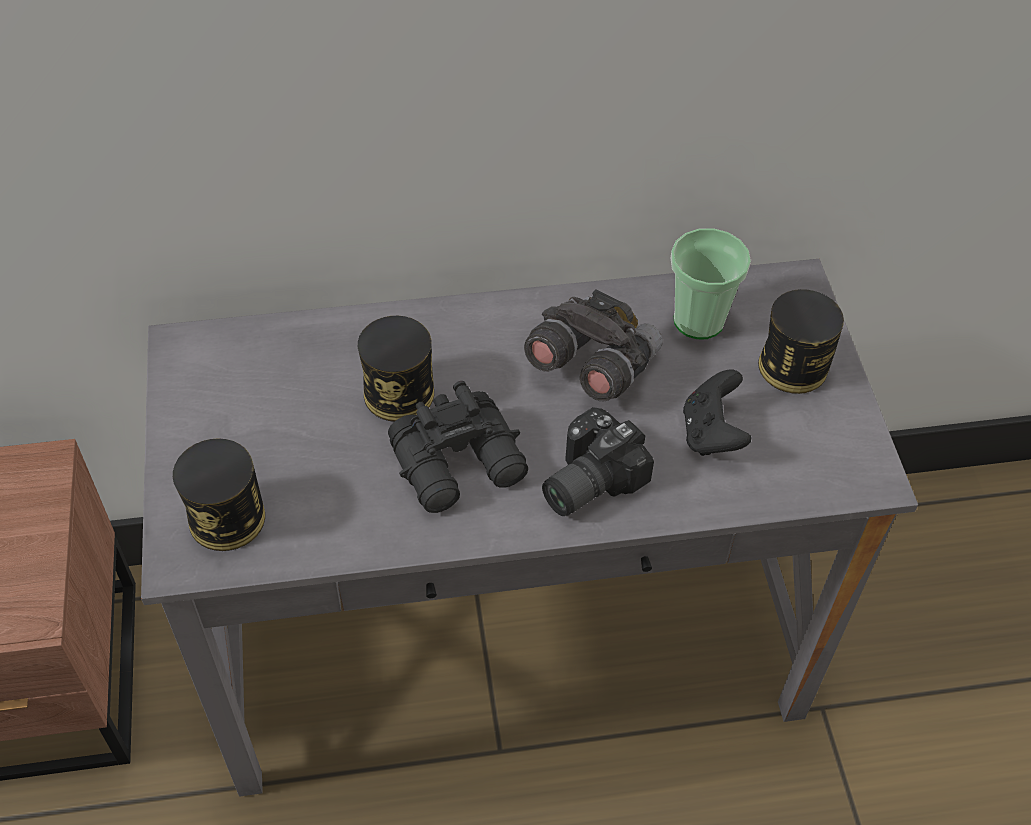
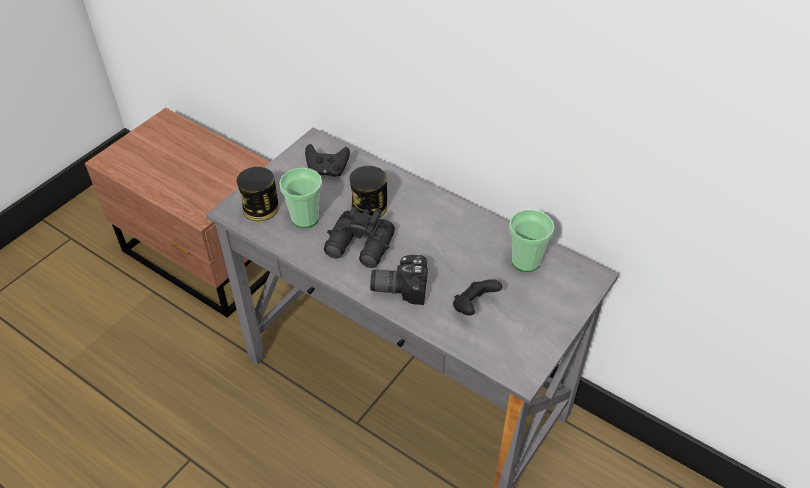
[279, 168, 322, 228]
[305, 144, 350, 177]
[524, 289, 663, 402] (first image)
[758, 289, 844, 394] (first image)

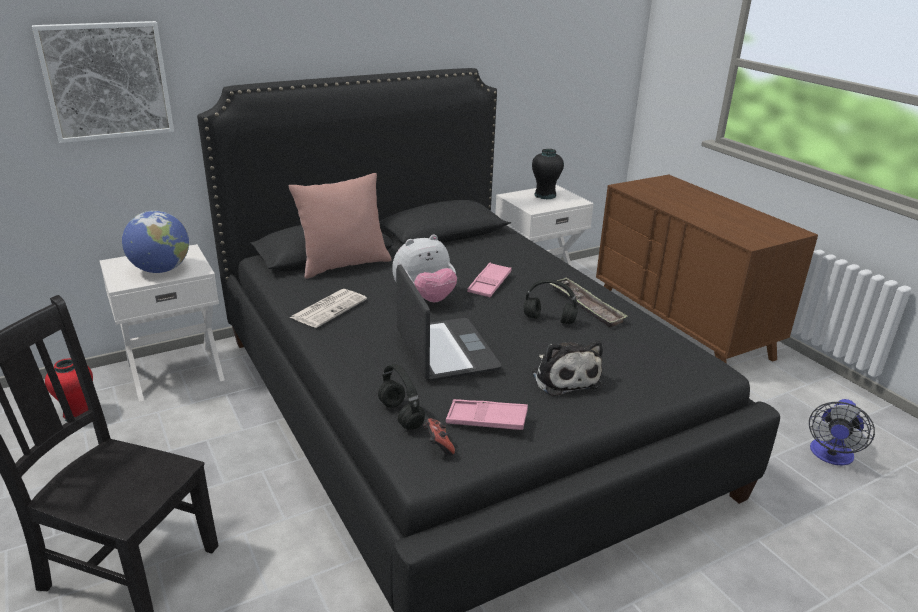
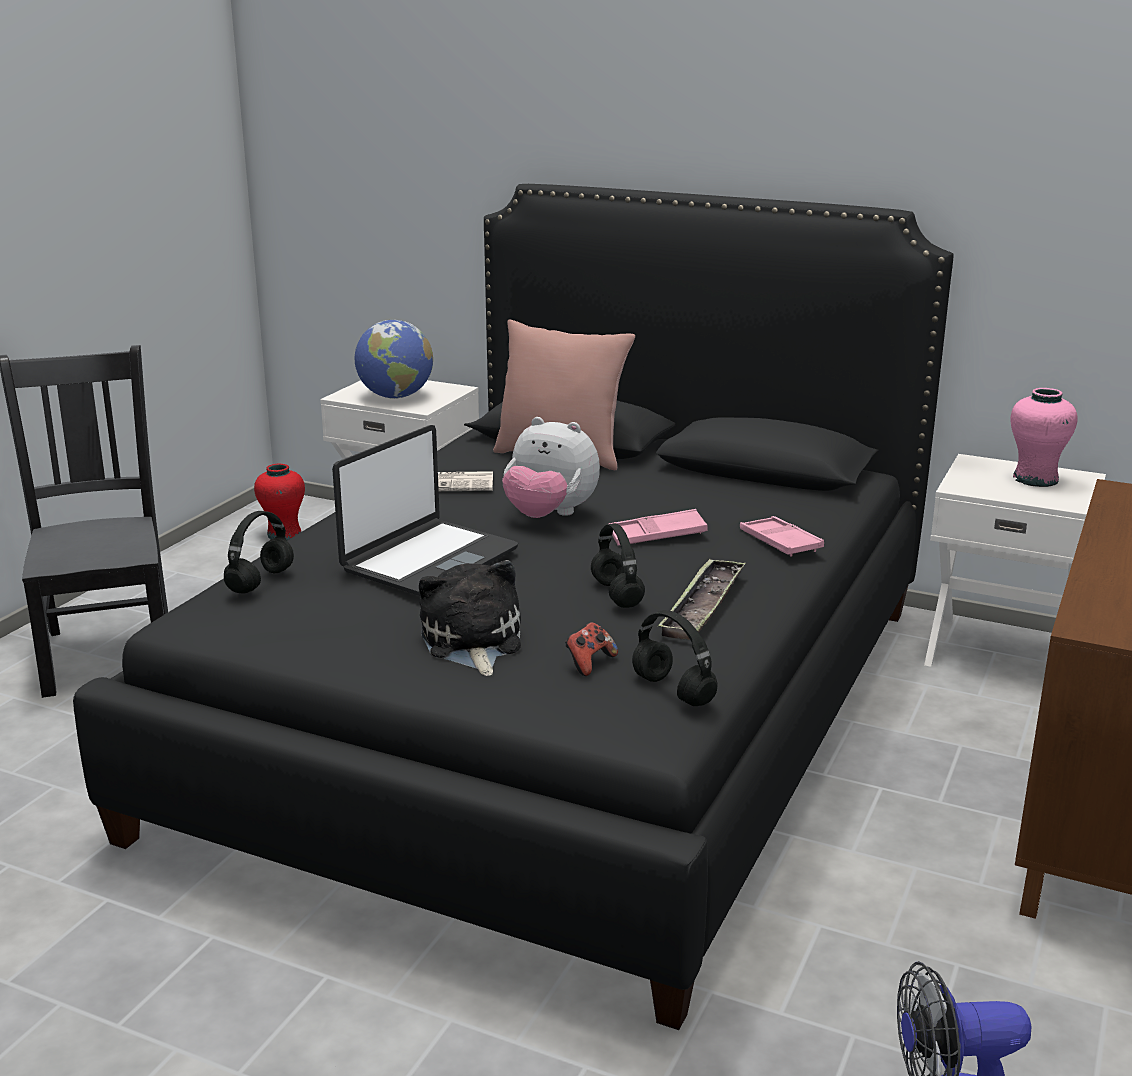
[419, 560, 521, 676]
[565, 622, 618, 676]
[632, 610, 718, 706]
[740, 516, 824, 556]
[1011, 388, 1078, 487]
[32, 21, 174, 143] (first image)

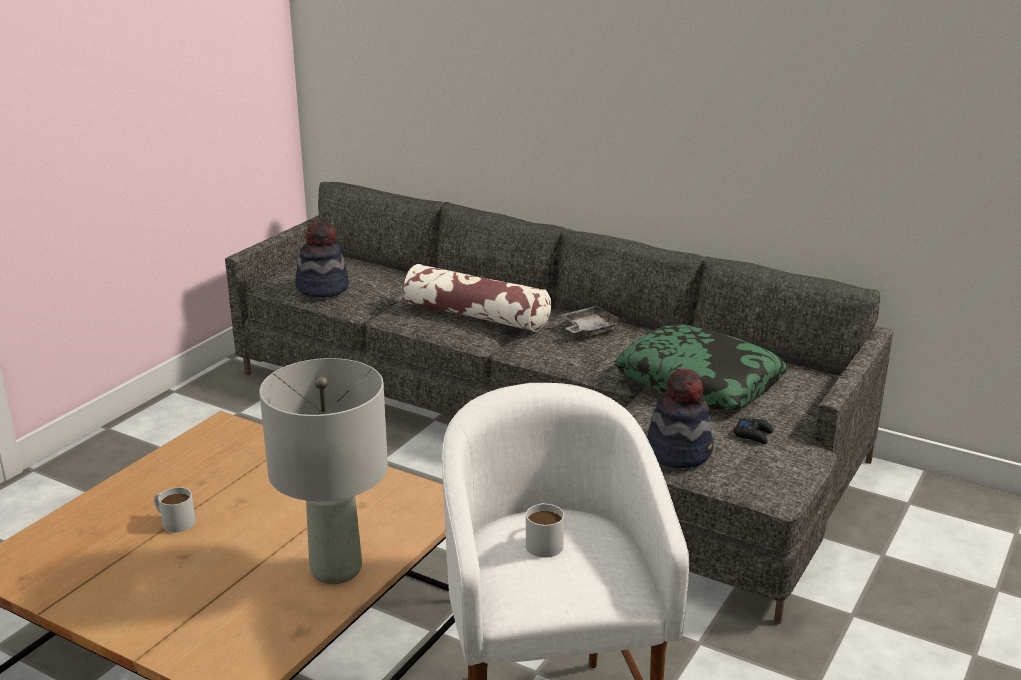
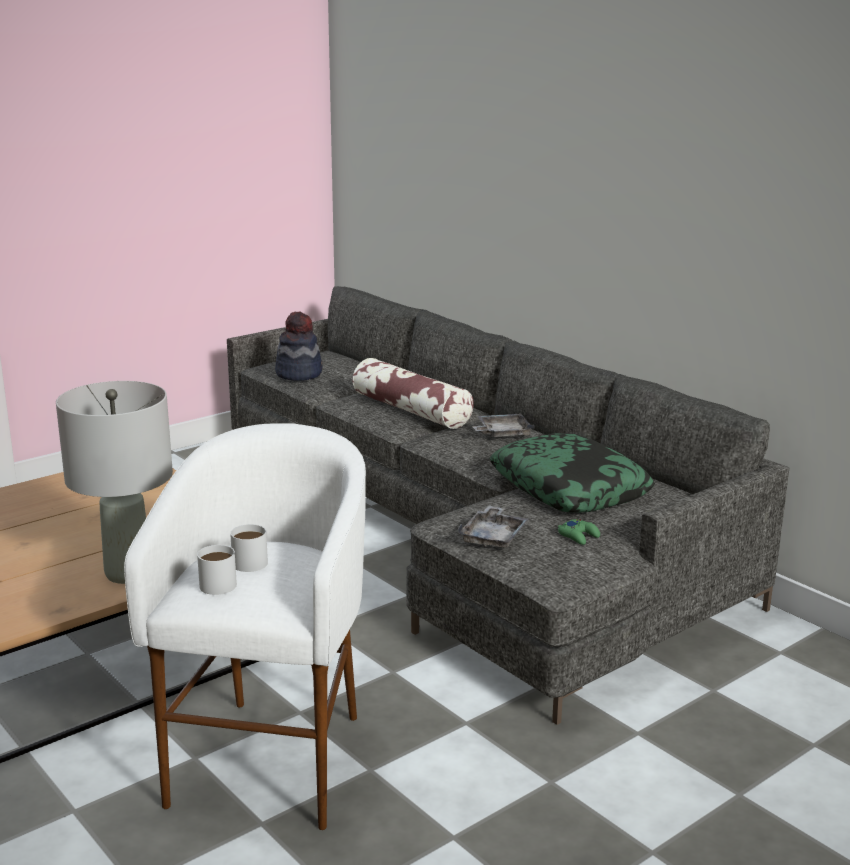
[197, 545, 237, 595]
[458, 505, 528, 548]
[558, 519, 600, 545]

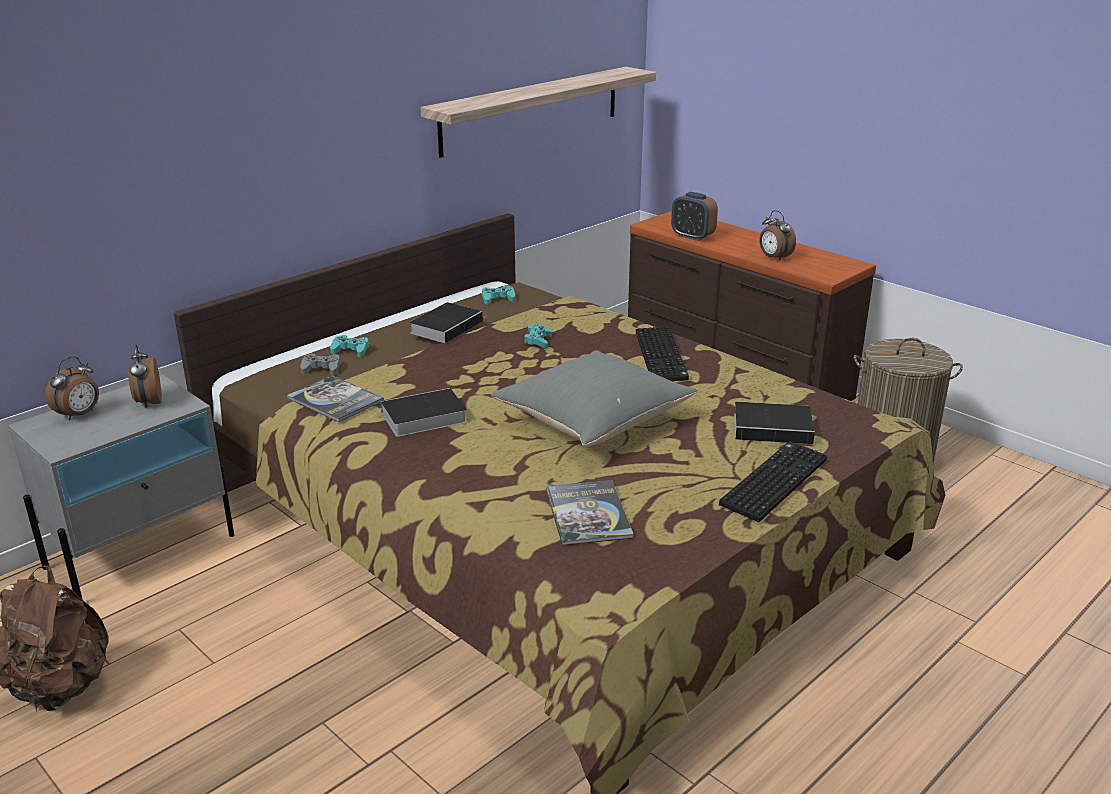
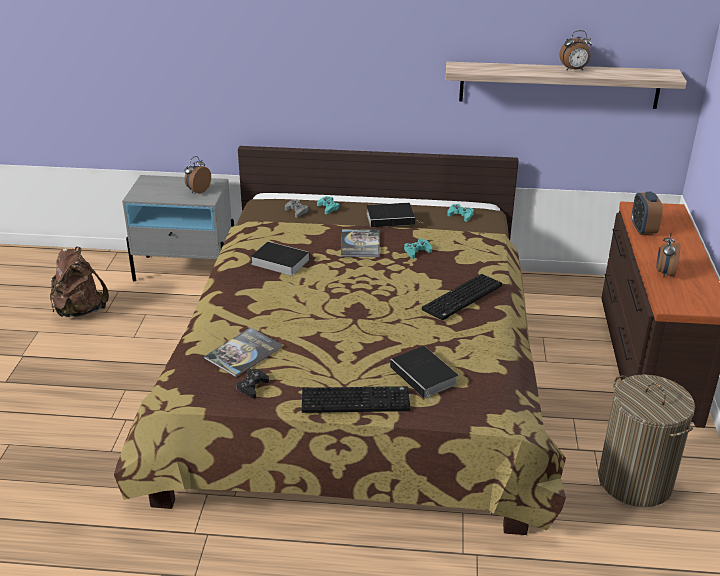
[236, 369, 269, 398]
[341, 229, 380, 257]
[559, 30, 592, 70]
[491, 350, 698, 447] (first image)

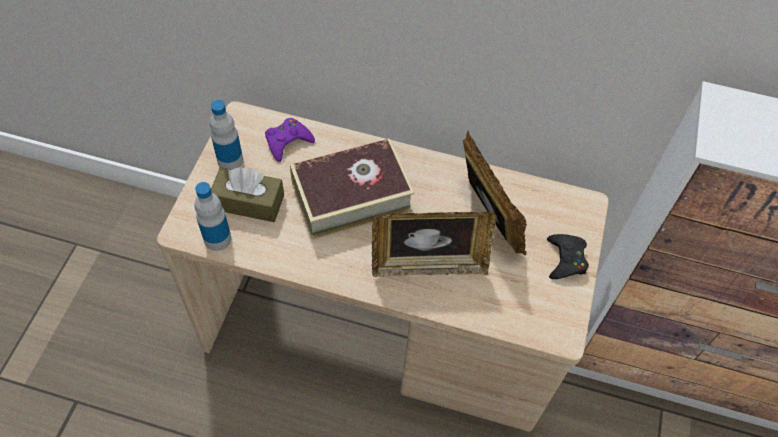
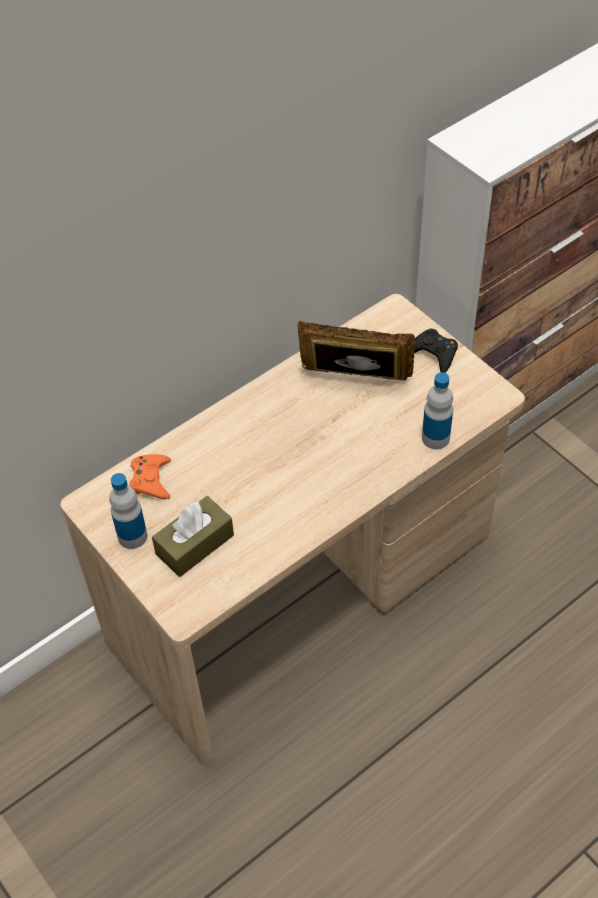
[130, 454, 171, 499]
[422, 372, 453, 449]
[290, 138, 414, 240] (first image)
[372, 212, 497, 277] (first image)

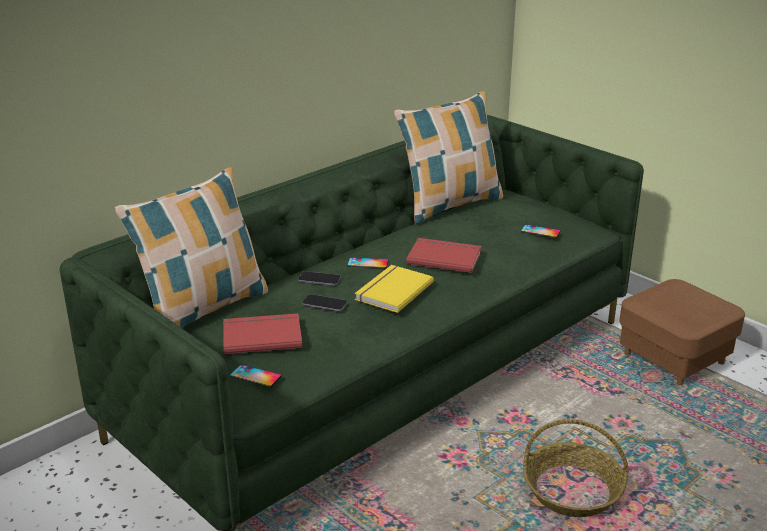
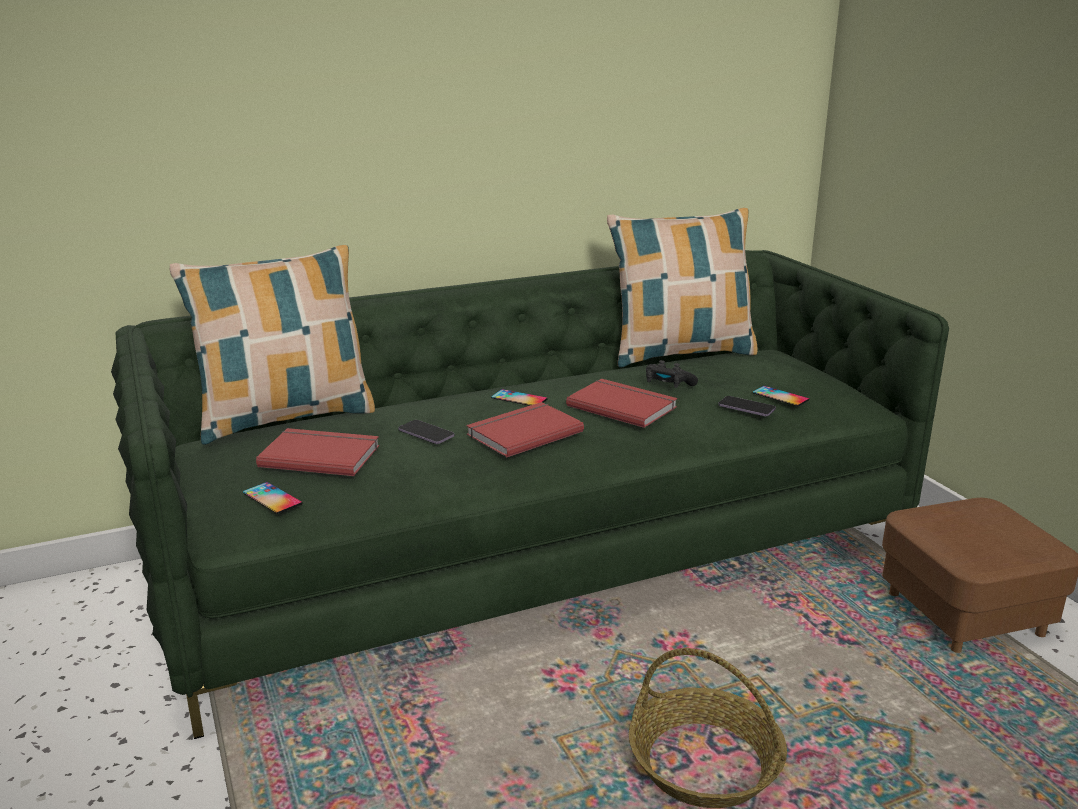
[466, 402, 584, 457]
[646, 360, 698, 388]
[718, 396, 776, 416]

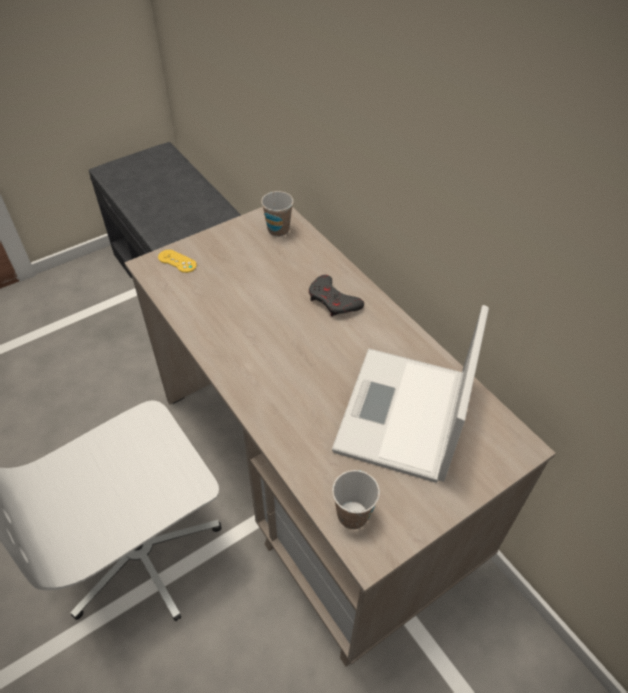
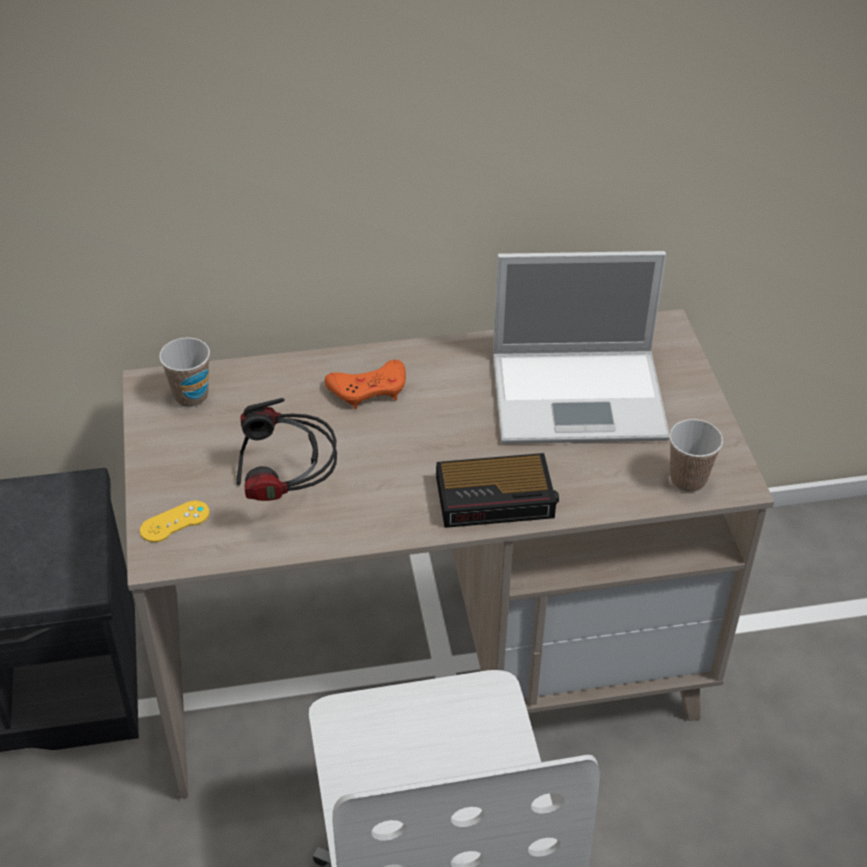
[236, 398, 337, 501]
[325, 360, 406, 409]
[436, 453, 559, 528]
[493, 251, 670, 444]

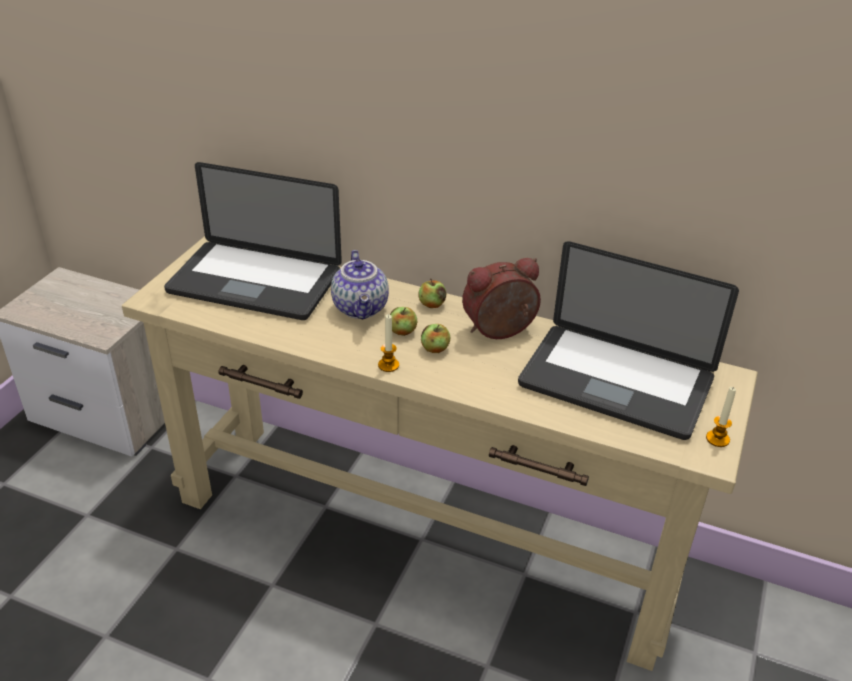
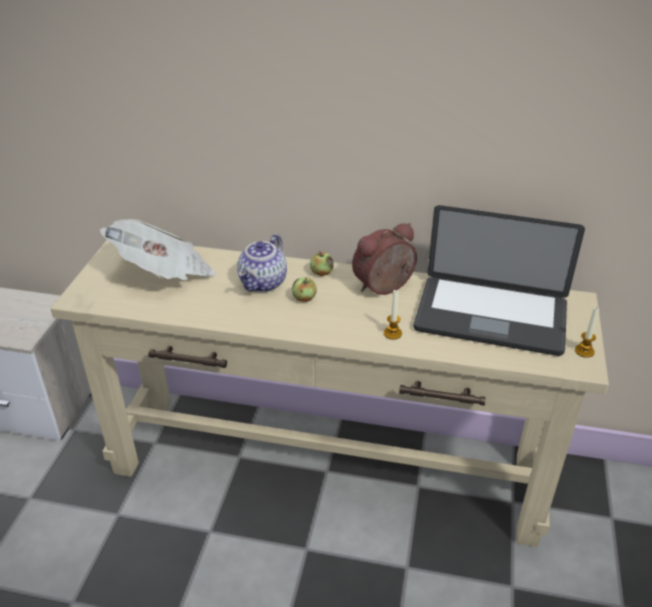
[100, 219, 216, 280]
[237, 234, 287, 292]
[384, 290, 402, 340]
[421, 324, 451, 353] (first image)

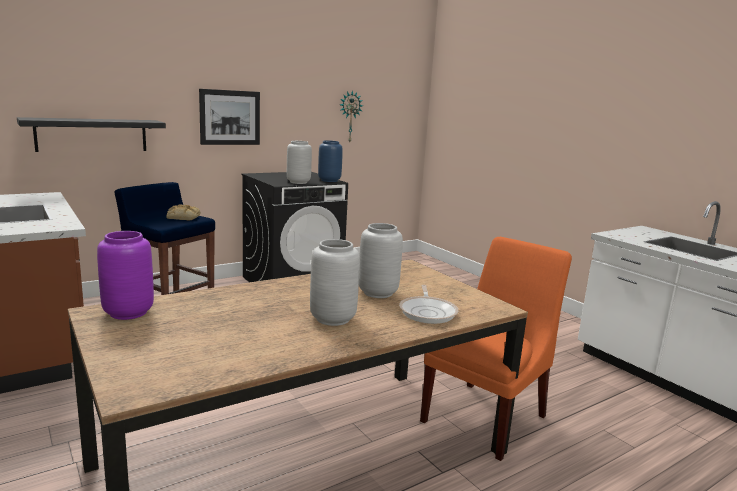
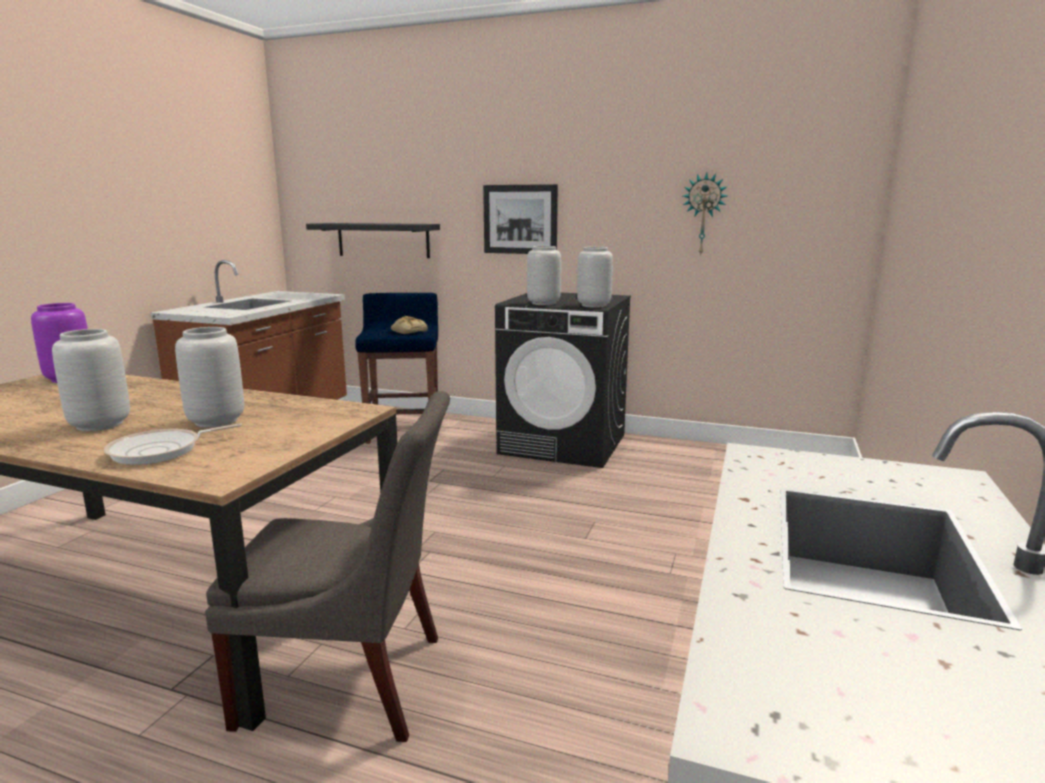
[205, 391, 450, 742]
[577, 247, 613, 308]

